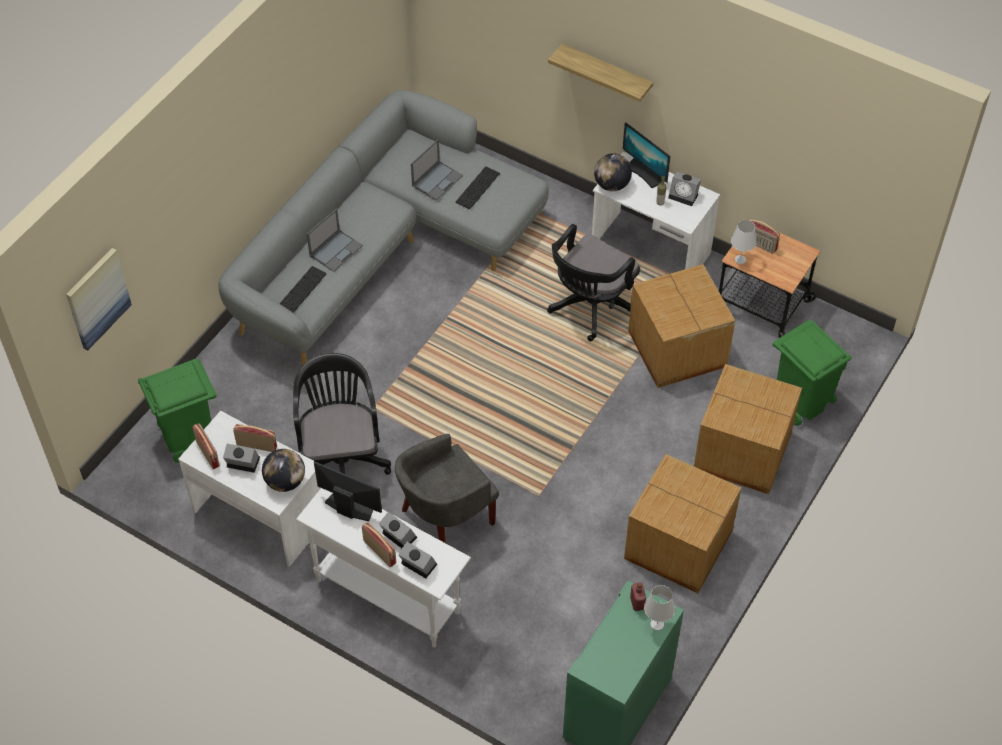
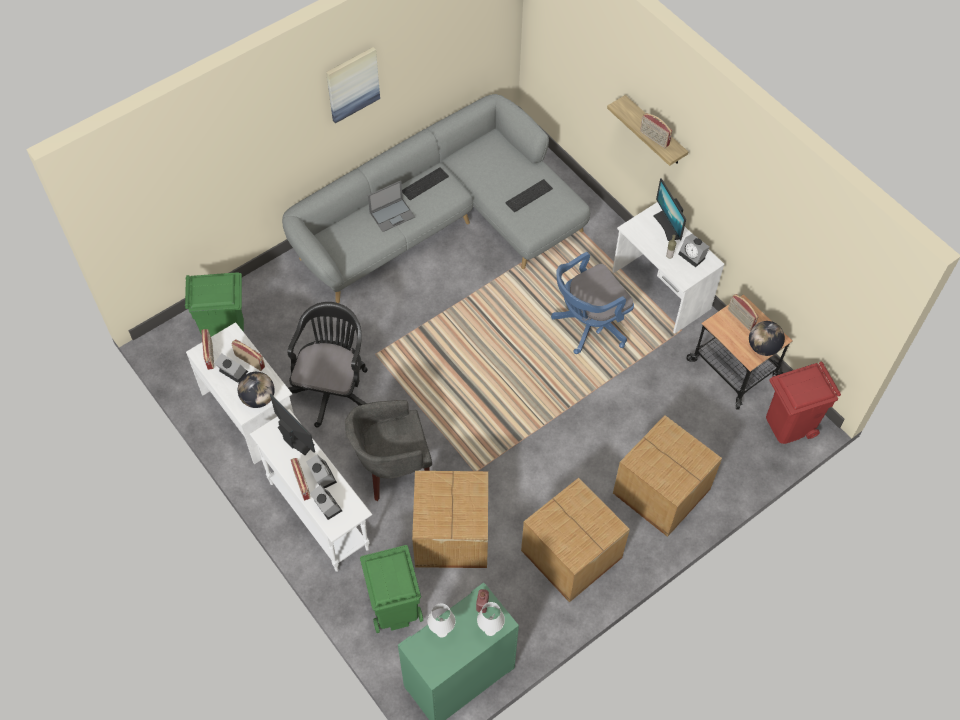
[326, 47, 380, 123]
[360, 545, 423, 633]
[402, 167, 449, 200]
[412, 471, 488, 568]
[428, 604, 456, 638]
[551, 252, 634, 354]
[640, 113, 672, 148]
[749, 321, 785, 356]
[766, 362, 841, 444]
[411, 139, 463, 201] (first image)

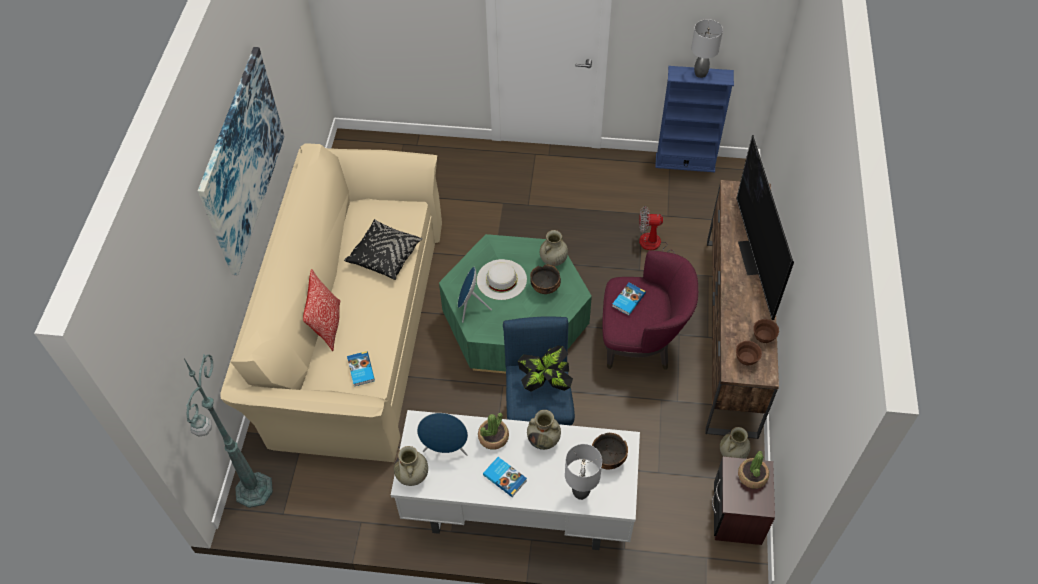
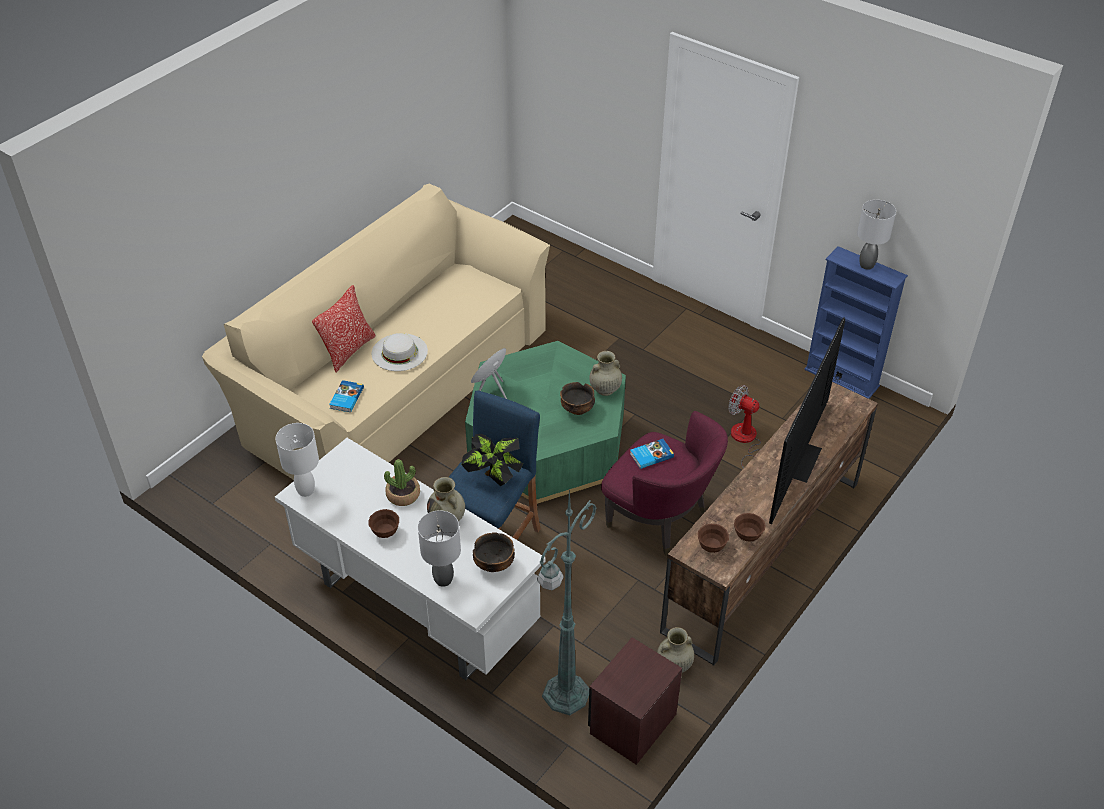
[275, 423, 319, 497]
[369, 509, 399, 538]
[371, 333, 428, 371]
[537, 488, 597, 715]
[198, 47, 285, 275] (first image)
[344, 219, 423, 280] (first image)
[417, 413, 468, 456] (first image)
[738, 451, 769, 489] (first image)

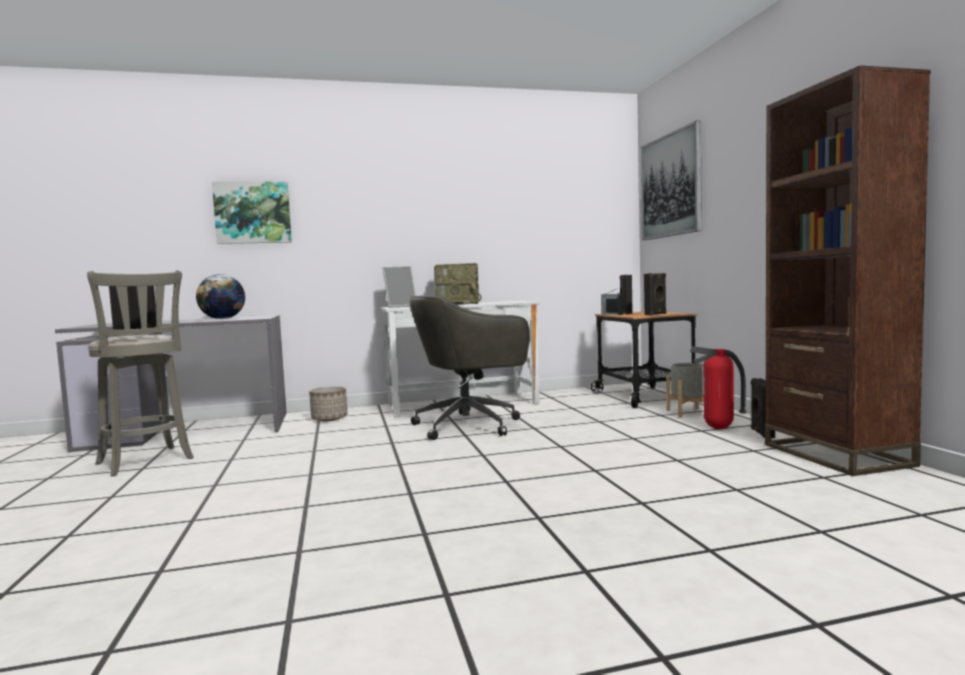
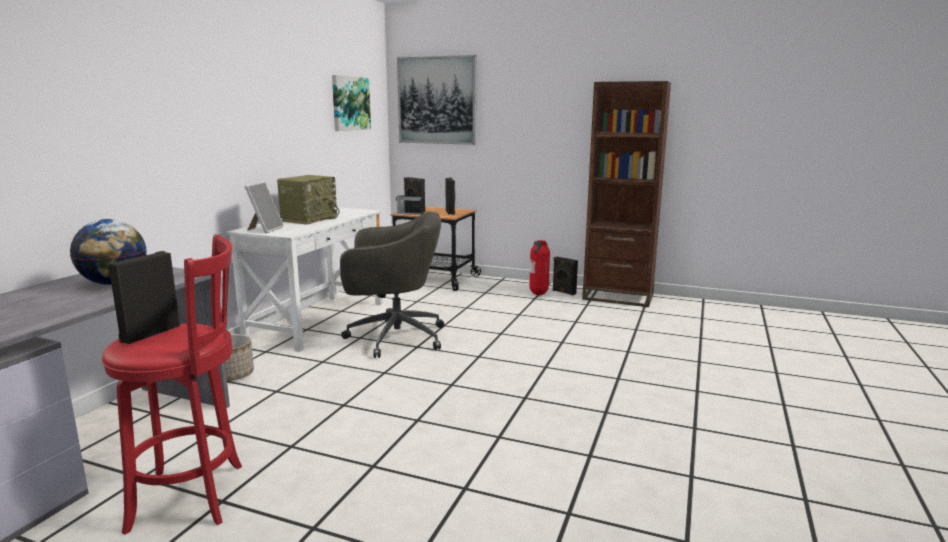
[102, 234, 242, 535]
[332, 75, 371, 131]
[340, 212, 444, 358]
[666, 363, 704, 418] (first image)

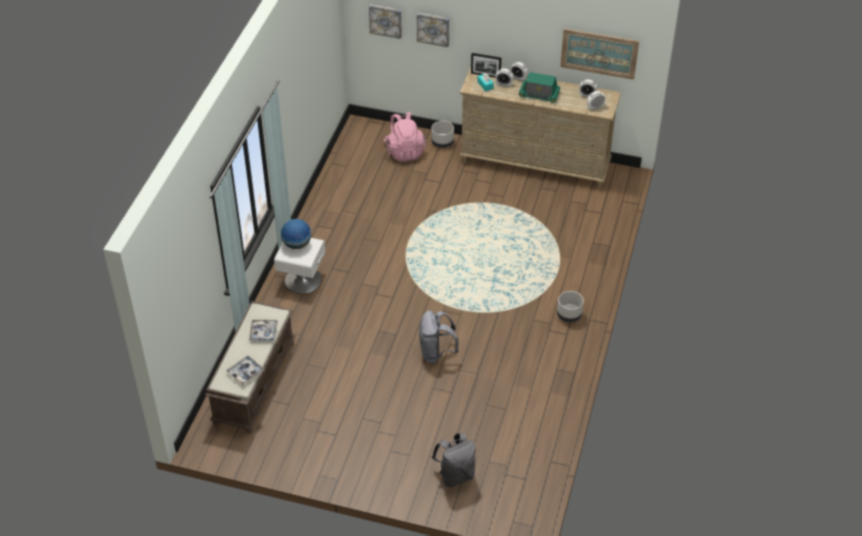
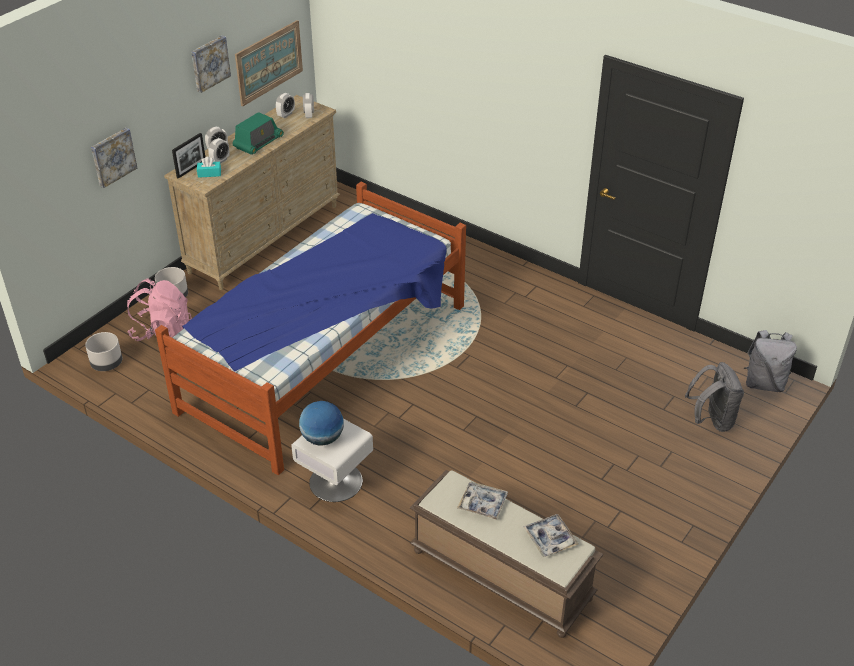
[85, 332, 122, 371]
[155, 182, 466, 475]
[191, 36, 231, 93]
[744, 330, 797, 392]

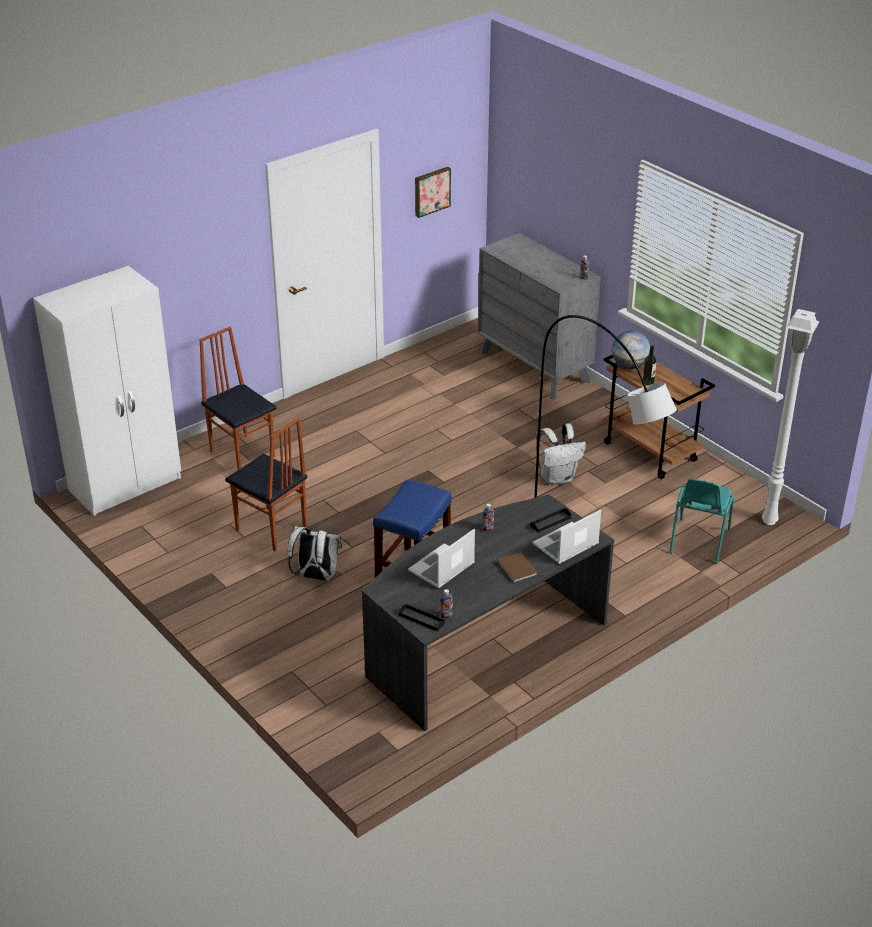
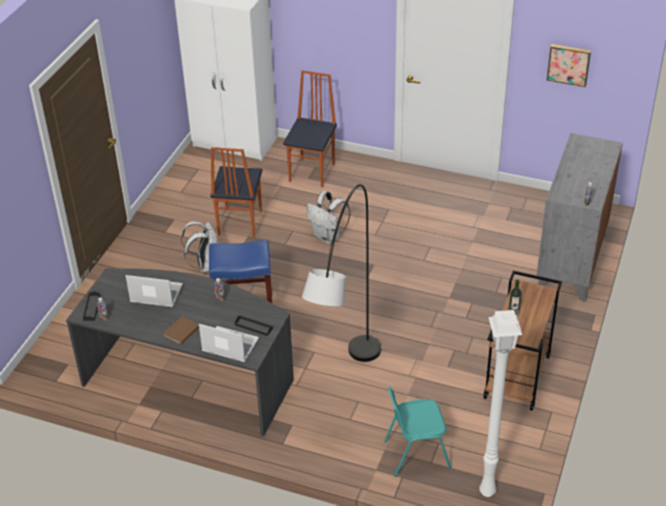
[306, 191, 350, 244]
[612, 330, 650, 369] (first image)

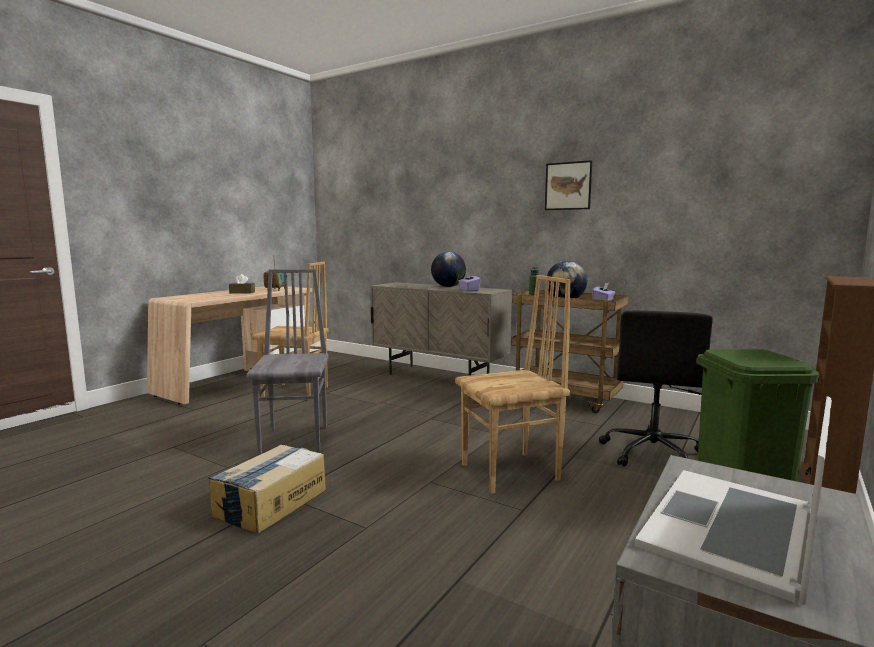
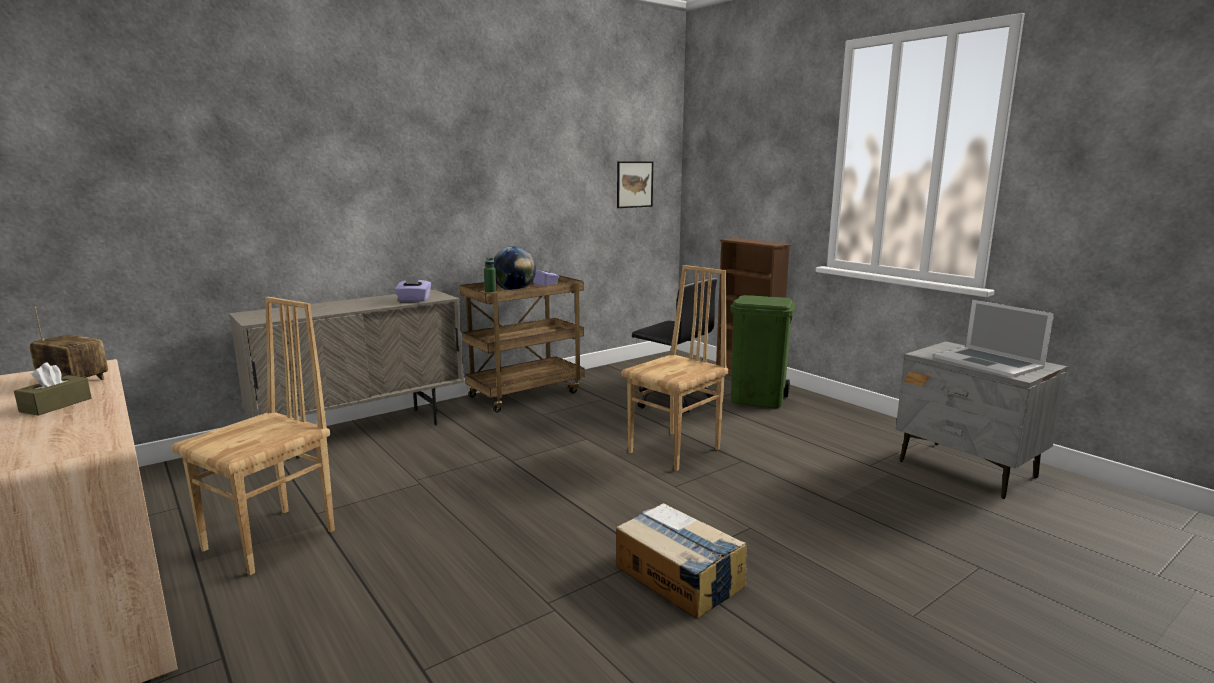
[617, 161, 653, 208]
[621, 265, 729, 471]
[246, 269, 329, 455] (first image)
[431, 252, 466, 287] (first image)

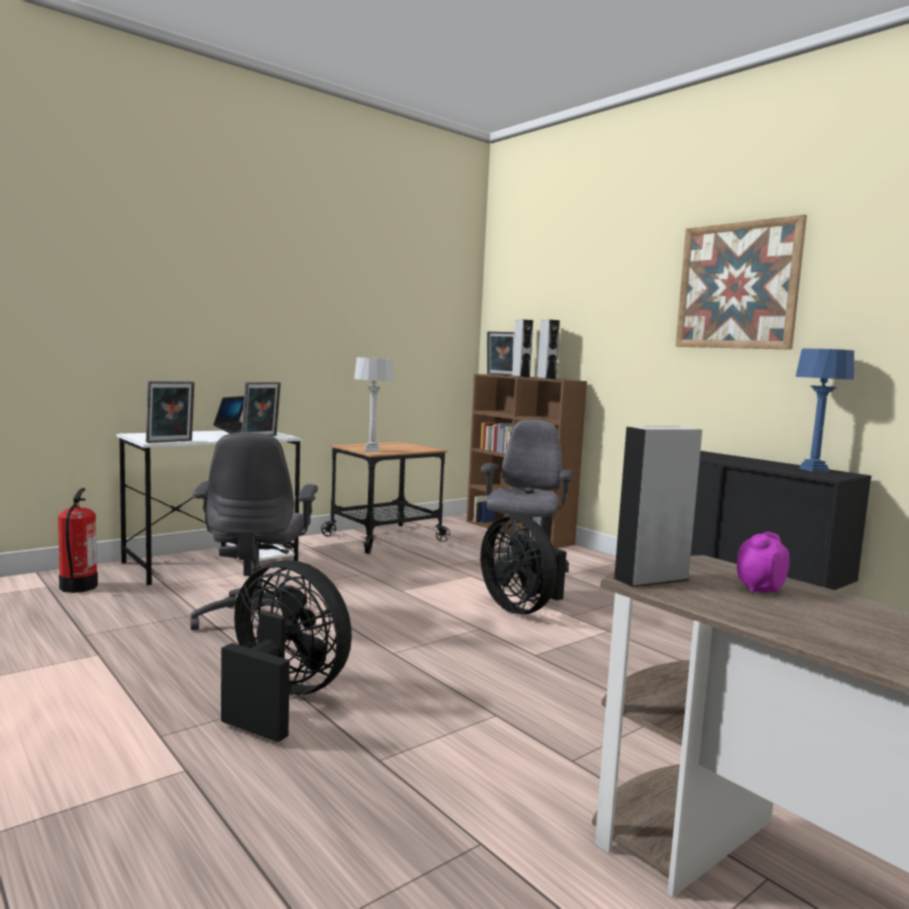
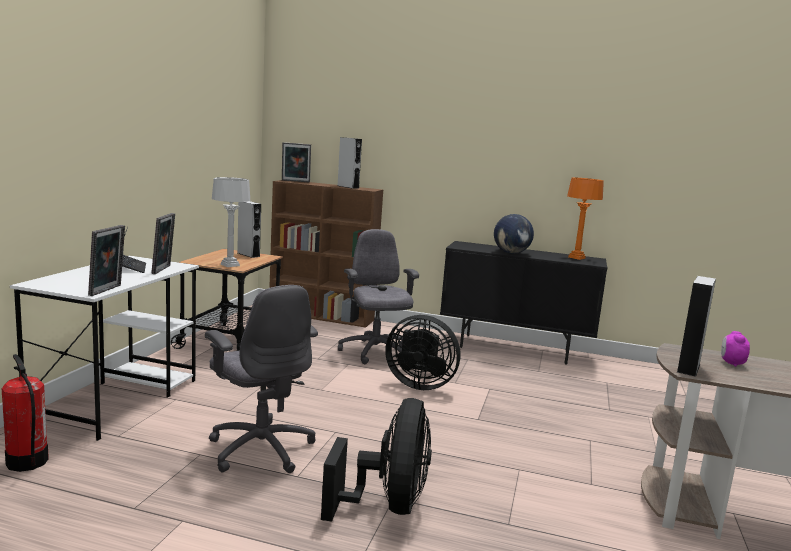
[237, 201, 261, 258]
[321, 398, 432, 522]
[494, 214, 534, 254]
[567, 177, 604, 260]
[675, 214, 807, 350] (first image)

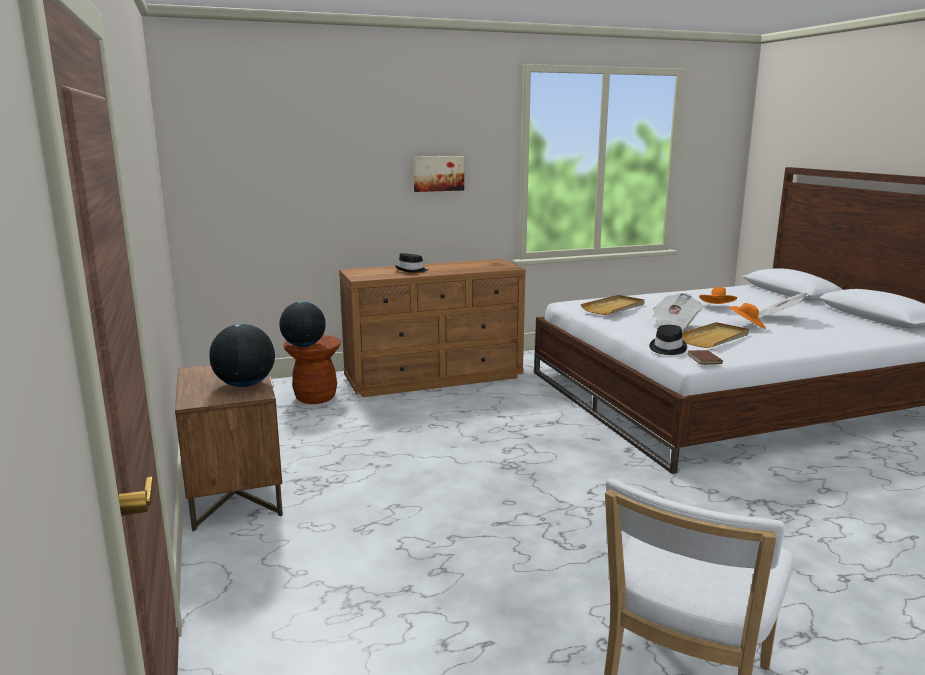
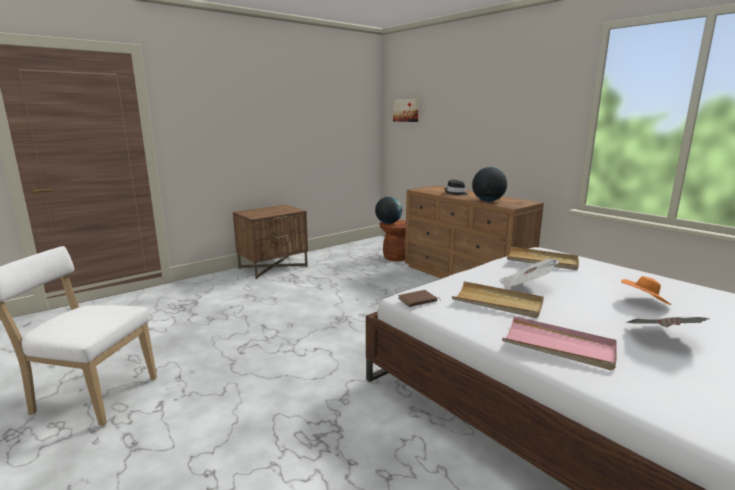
[393, 99, 419, 122]
[472, 167, 507, 202]
[502, 316, 617, 370]
[649, 325, 687, 355] (first image)
[728, 303, 766, 329] (first image)

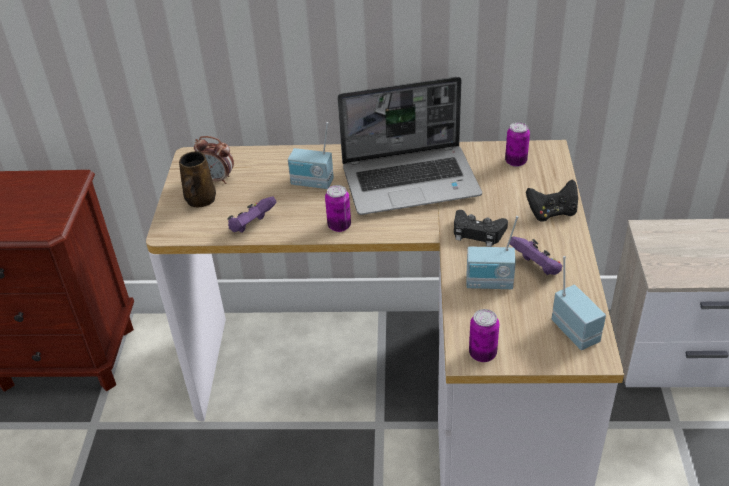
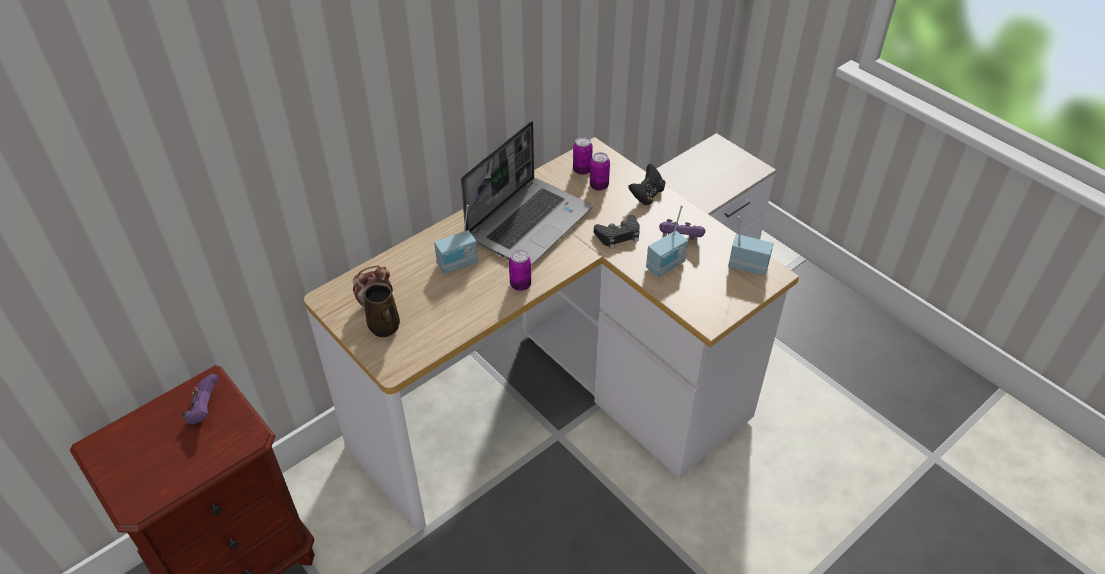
[182, 374, 219, 424]
[590, 152, 610, 191]

